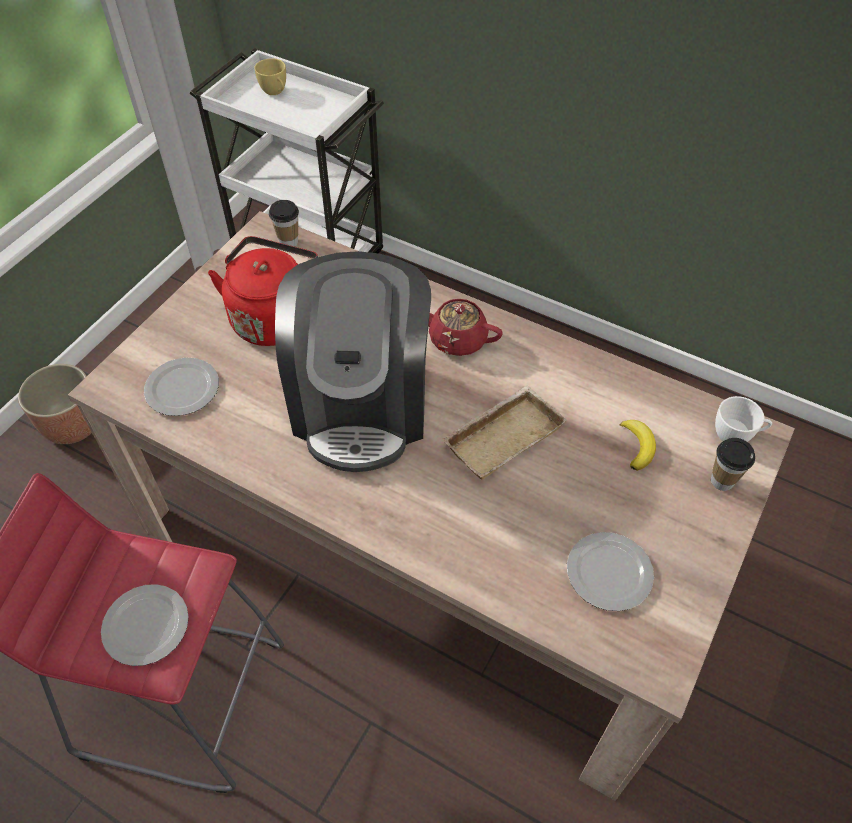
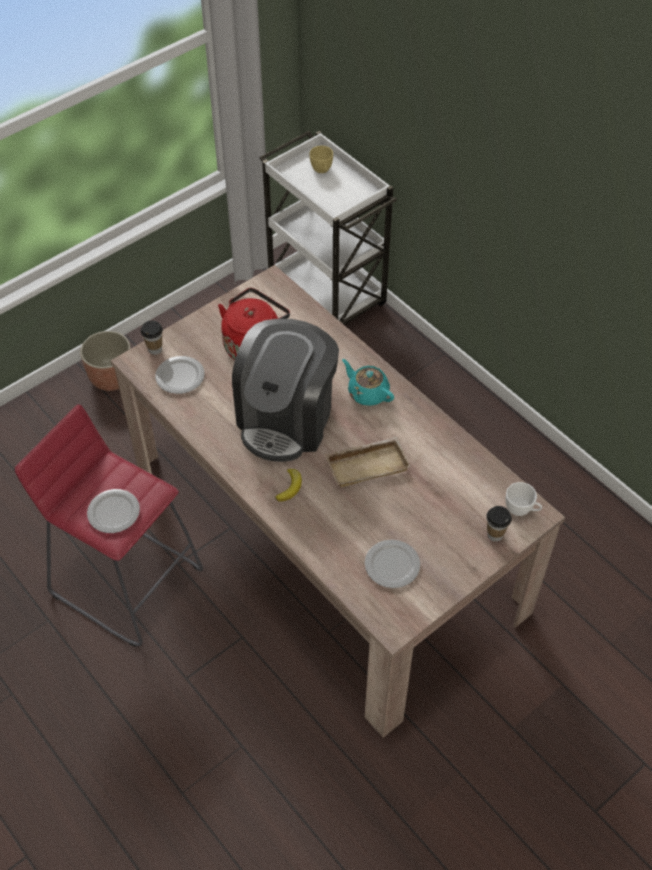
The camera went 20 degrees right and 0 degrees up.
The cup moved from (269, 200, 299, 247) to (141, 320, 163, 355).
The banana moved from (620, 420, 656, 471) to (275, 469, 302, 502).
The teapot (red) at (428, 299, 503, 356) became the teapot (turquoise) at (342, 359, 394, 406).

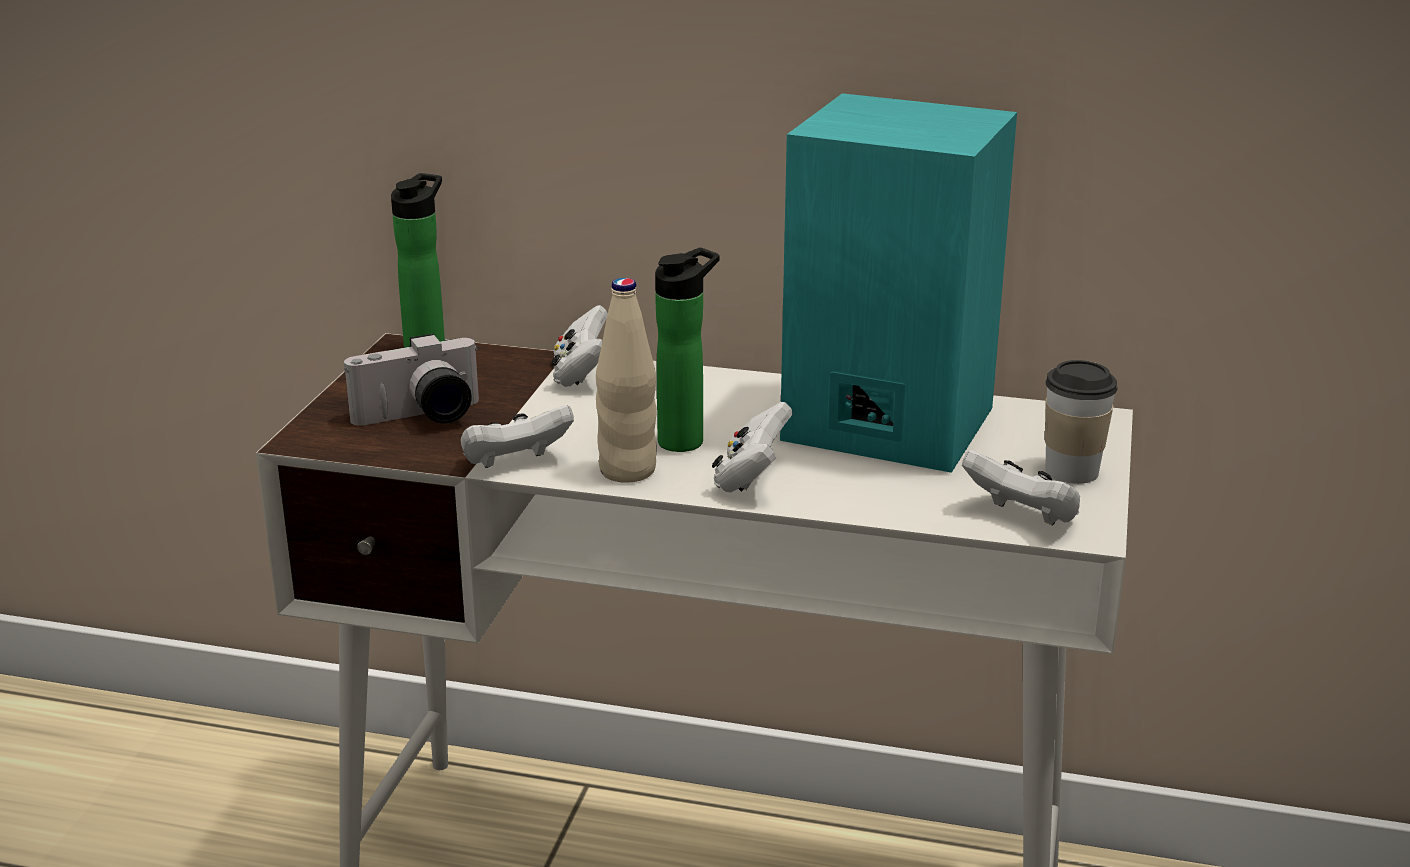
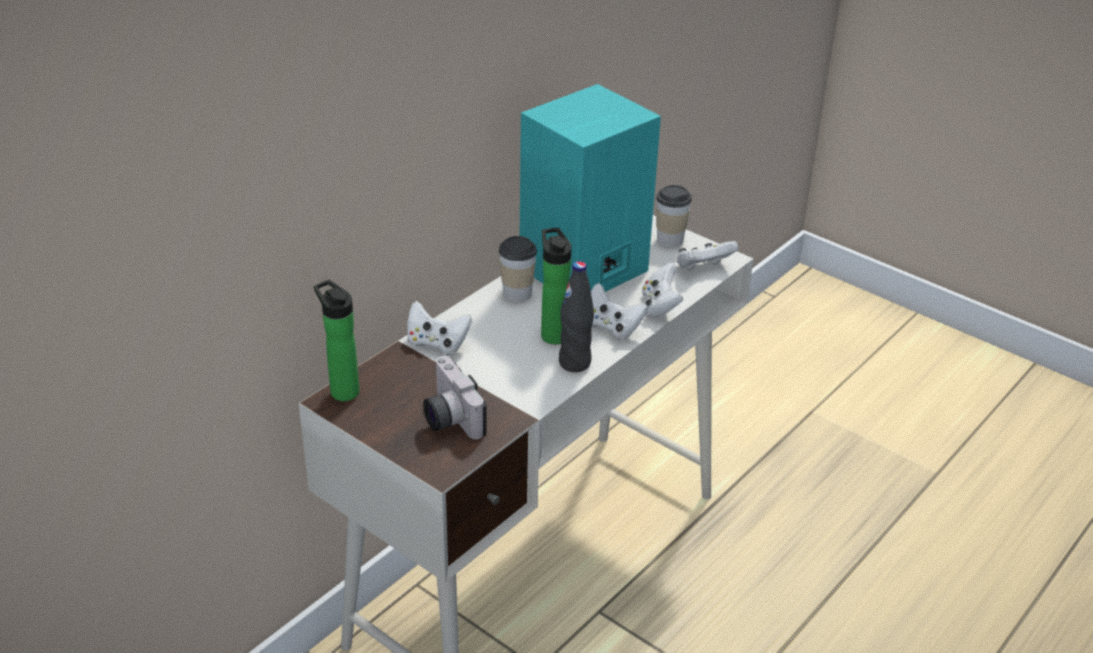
The camera went 65 degrees left and 10 degrees up.
The cup at (499, 236, 537, 302) appeared.
The game controller (white) moved from (461, 405, 574, 468) to (642, 263, 683, 318).
The bottle (beige) at (596, 278, 657, 483) became the bottle (black) at (559, 261, 594, 372).
The photo camera at (344, 334, 479, 426) turned 150 degrees clockwise.

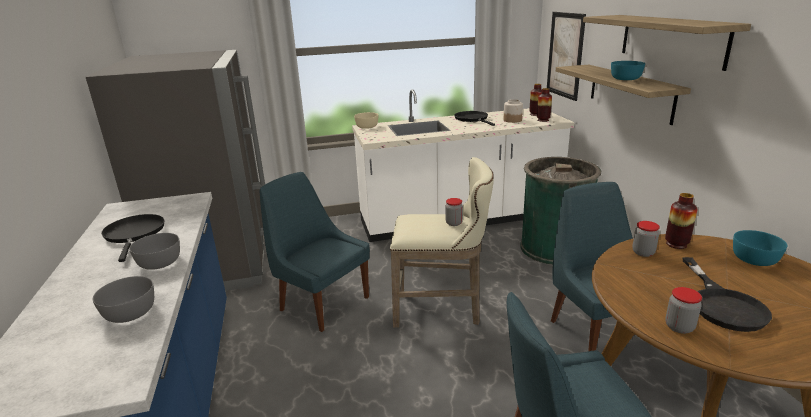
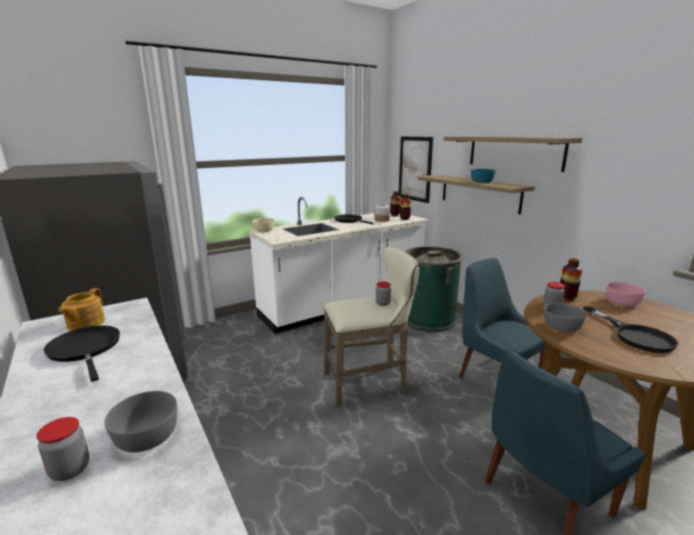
The camera went 20 degrees left and 5 degrees down.
The chair (blue) at (260, 172, 370, 332) disappeared.
The teapot at (58, 288, 105, 331) appeared.
The bowl (grey) moved from (129, 233, 180, 270) to (544, 303, 587, 332).
The jar moved from (665, 287, 702, 334) to (36, 417, 89, 481).
The bowl (turquoise) at (733, 230, 787, 266) became the bowl (pink) at (606, 282, 646, 306).

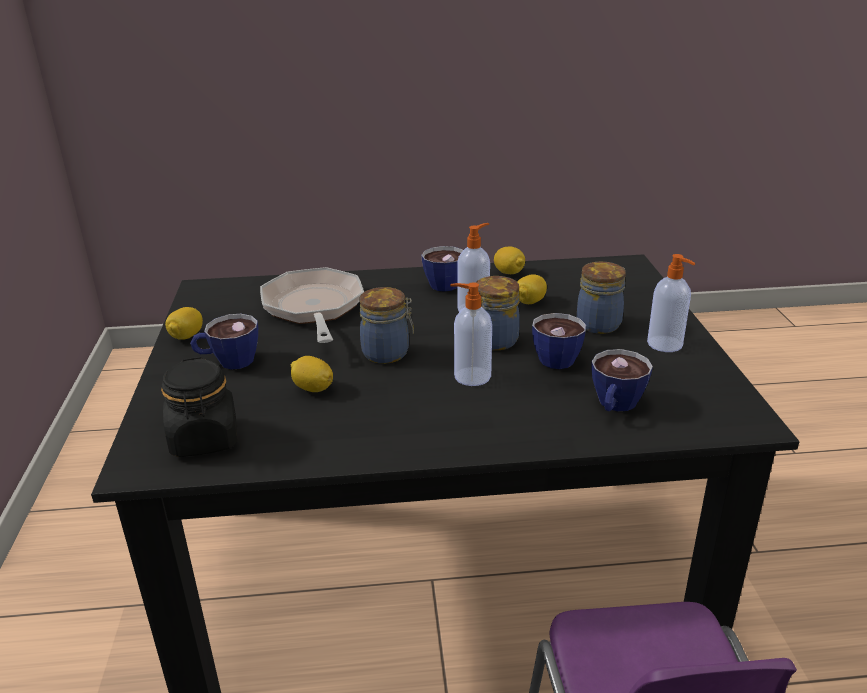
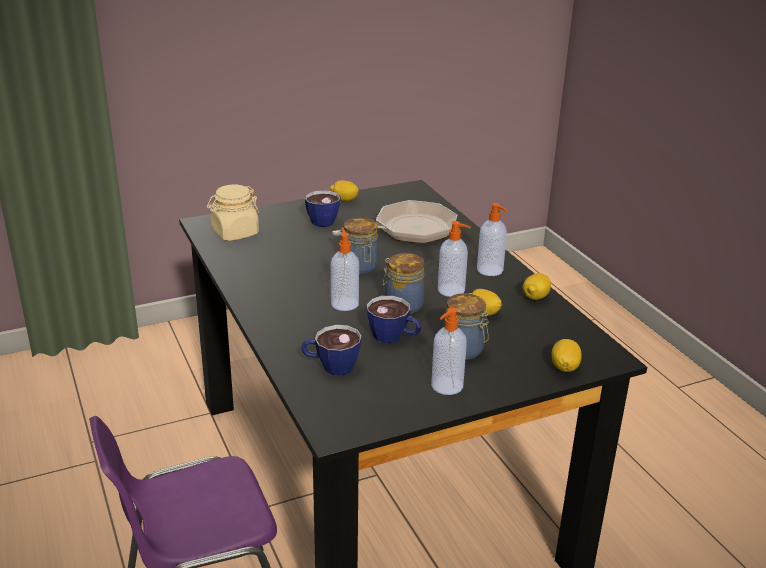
The camera went 70 degrees right and 0 degrees up.
The lemon moved from (291, 356, 333, 392) to (552, 339, 582, 372).
The cup at (421, 246, 463, 292) was replaced by the soap dispenser at (477, 203, 507, 276).
The jar (black) at (161, 357, 238, 457) became the jar (beige) at (207, 185, 259, 241).

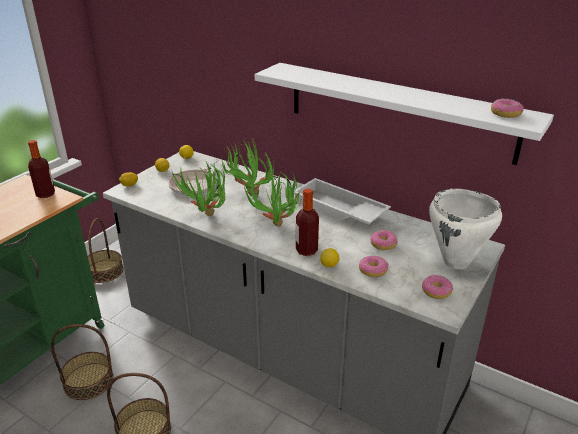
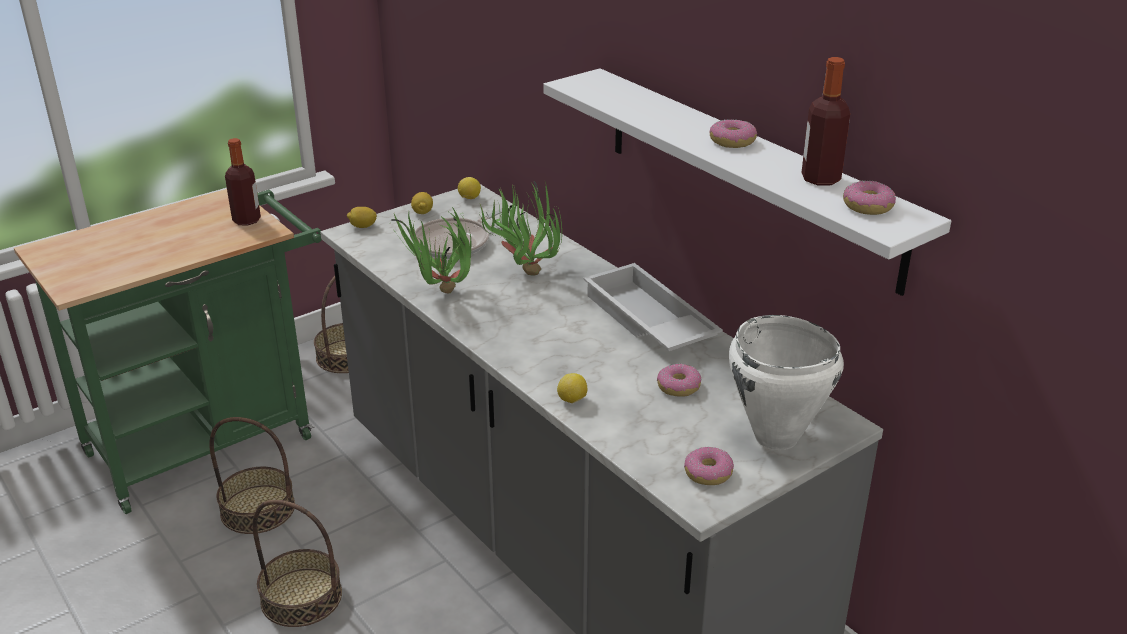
The camera went 20 degrees right and 0 degrees up.
The potted plant at (244, 170, 301, 226) disappeared.
The bottle moved from (296, 189, 319, 256) to (801, 57, 850, 185).
The donut moved from (359, 256, 389, 277) to (709, 119, 757, 148).

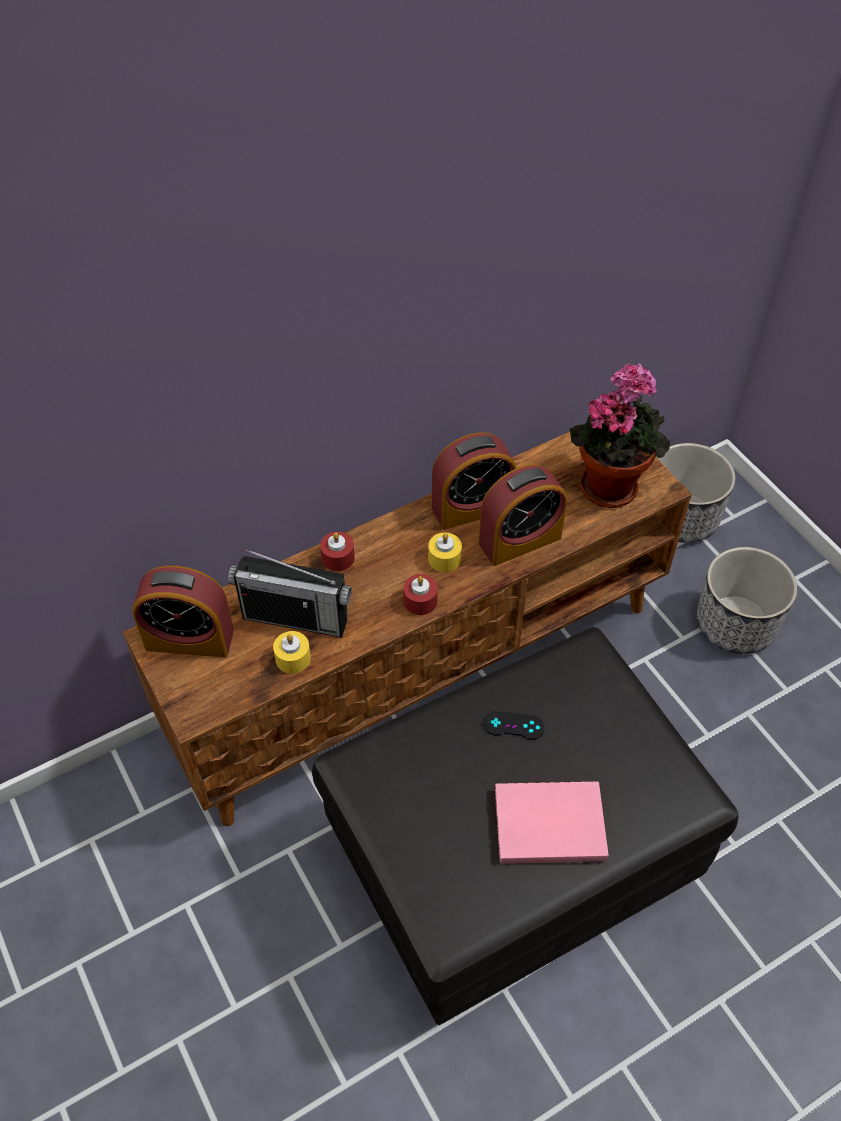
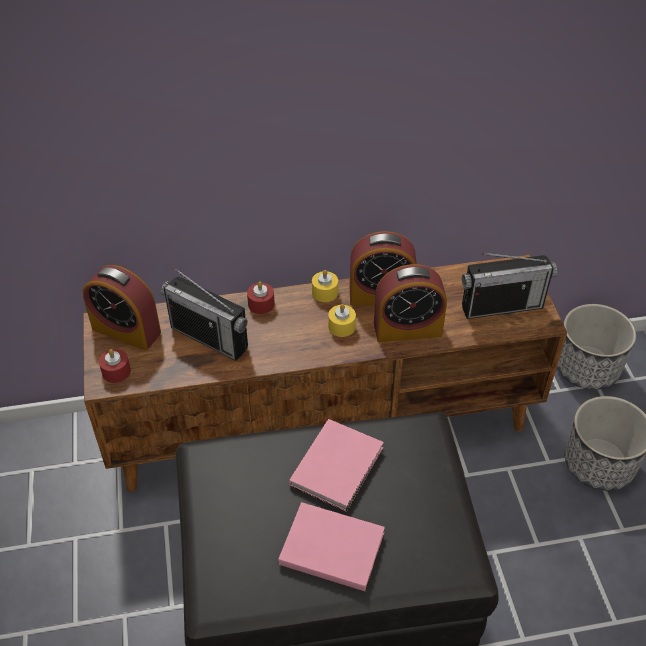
The camera went 20 degrees right and 5 degrees down.
The candle (yellow) moved from (273, 631, 311, 674) to (312, 270, 338, 302).
The candle (red) moved from (403, 574, 438, 615) to (99, 349, 131, 383).
The game controller (black) at (483, 711, 545, 740) was replaced by the book (pink) at (289, 419, 384, 512).
The potted plant at (570, 364, 670, 508) was replaced by the radio at (462, 253, 557, 319).

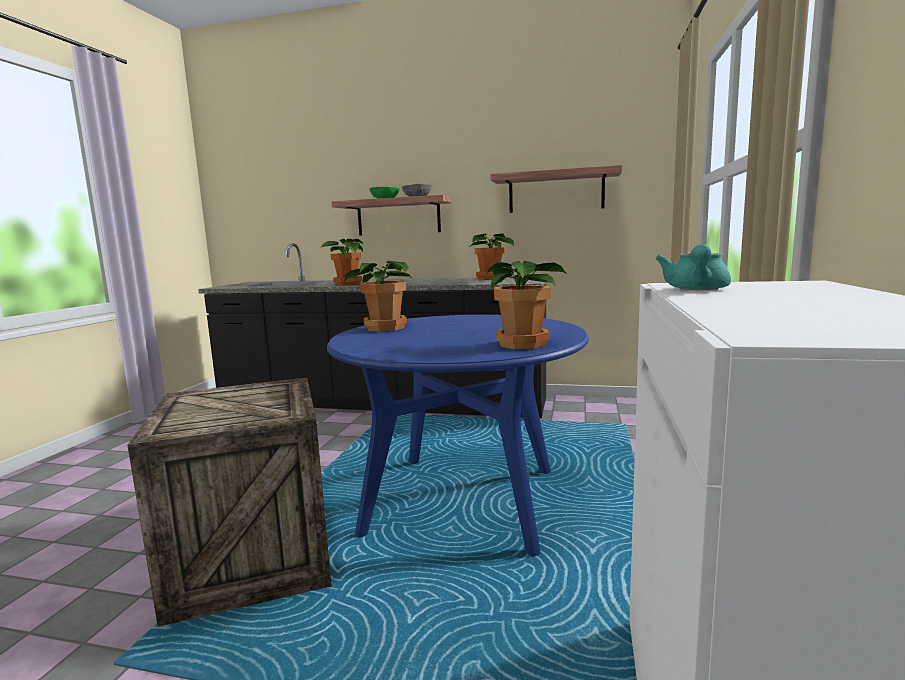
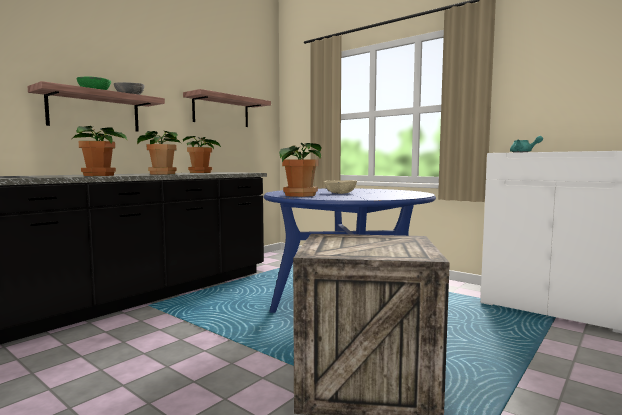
The camera went 65 degrees left and 5 degrees down.
The bowl (beige) at (324, 180, 357, 194) appeared.
The potted plant moved from (487, 261, 567, 349) to (137, 131, 181, 175).

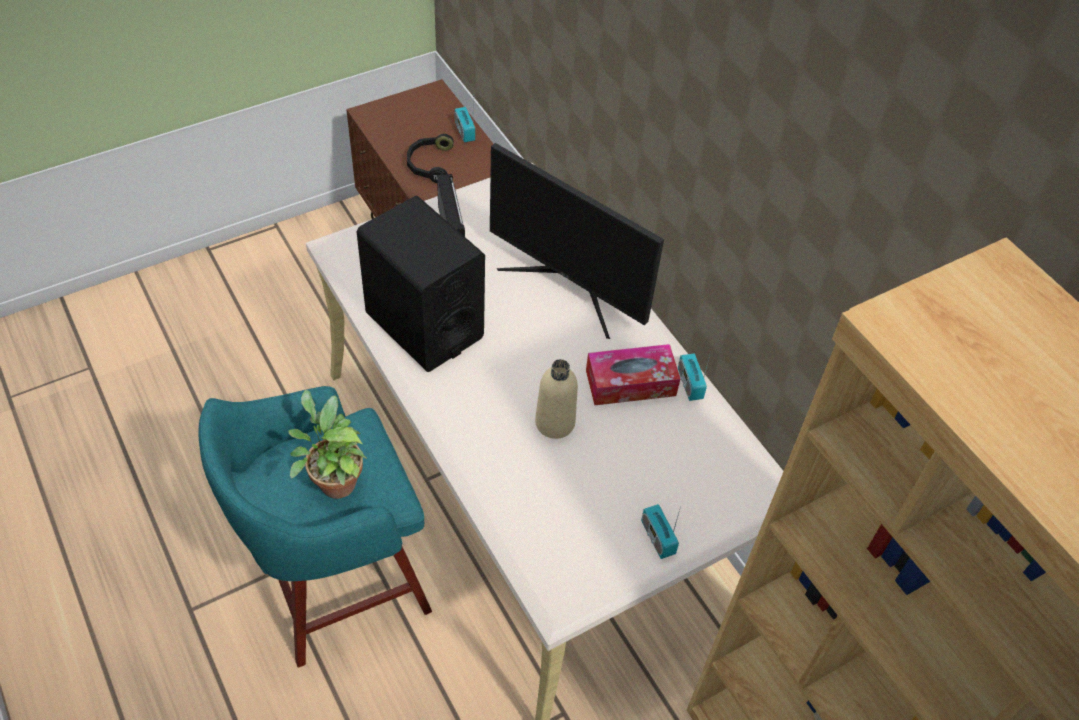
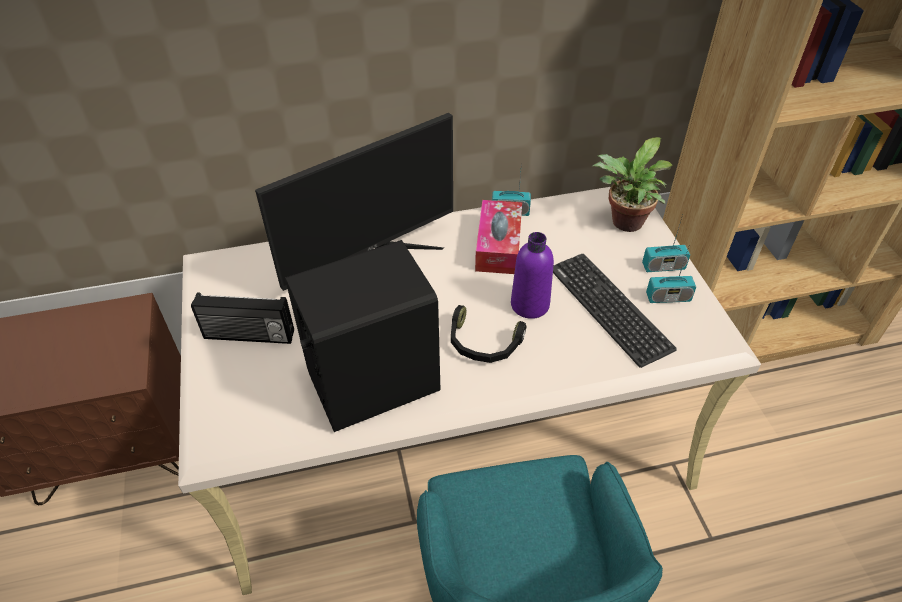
The camera went 70 degrees left and 5 degrees down.
The keyboard at (553, 254, 677, 368) appeared.
The potted plant moved from (288, 390, 367, 499) to (593, 137, 673, 232).
The headphones (black) moved from (407, 134, 454, 183) to (451, 305, 526, 363).
The radio moved from (455, 107, 475, 143) to (646, 247, 696, 303).
The bottle (beige) at (535, 359, 578, 439) became the bottle (purple) at (511, 232, 554, 319).

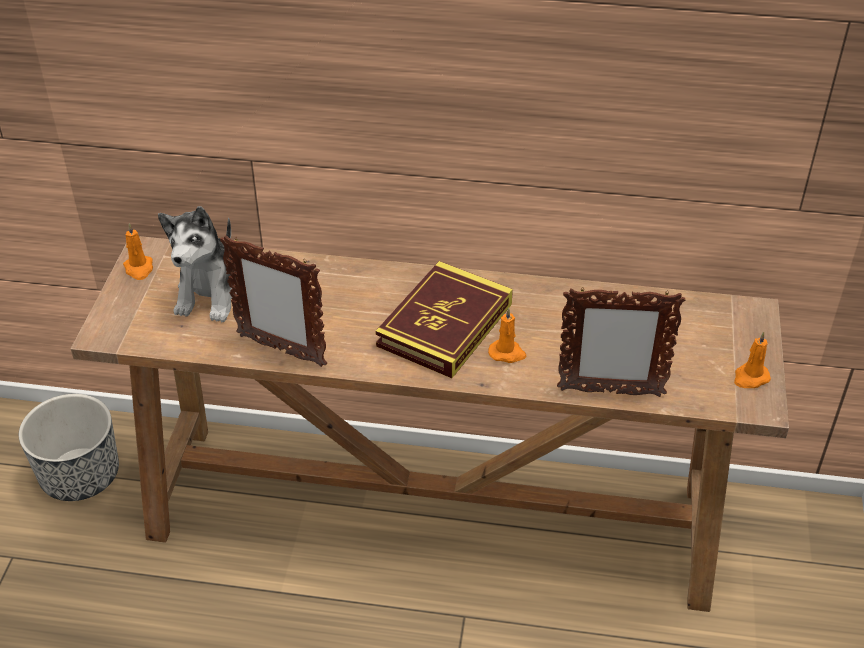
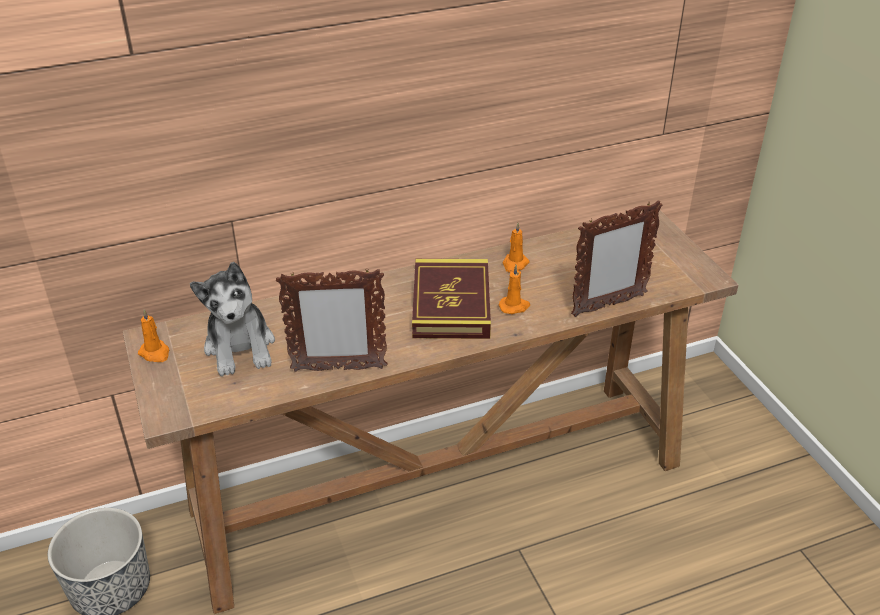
The camera went 30 degrees left and 5 degrees down.
The candle (orange) moved from (734, 332, 771, 388) to (502, 223, 529, 273).

